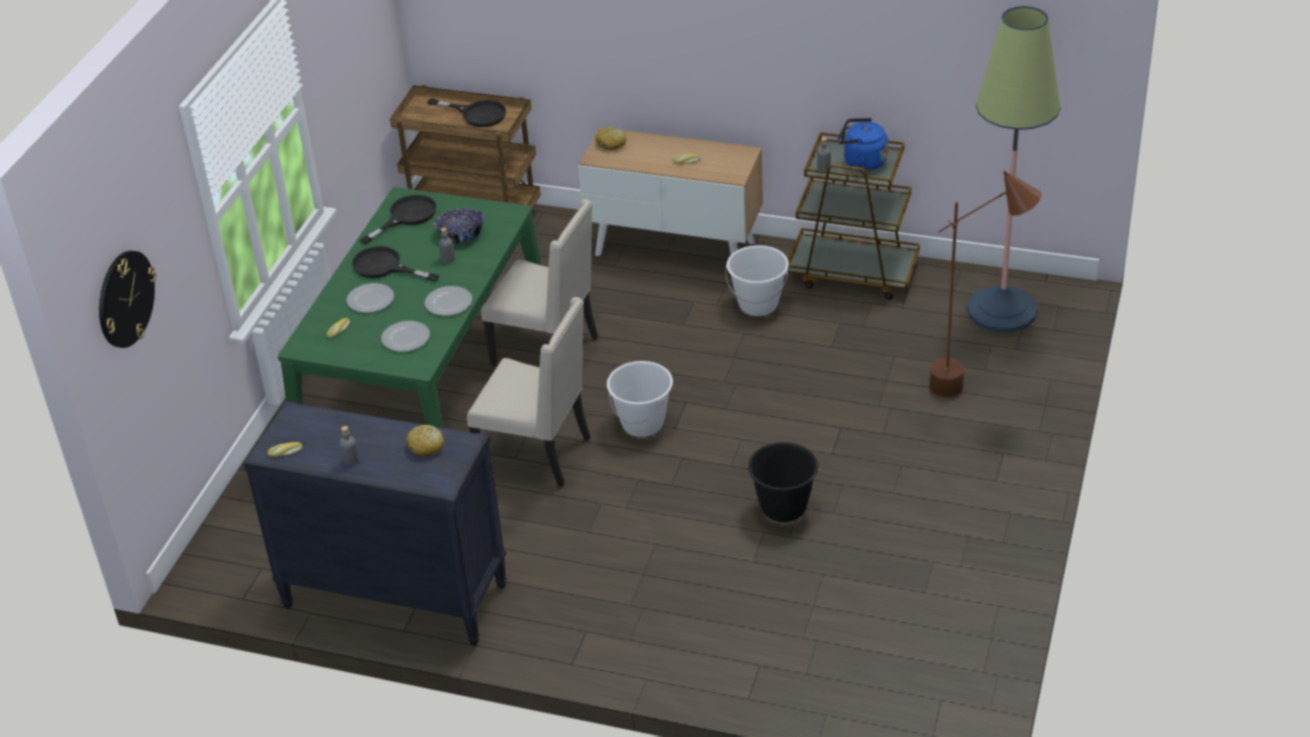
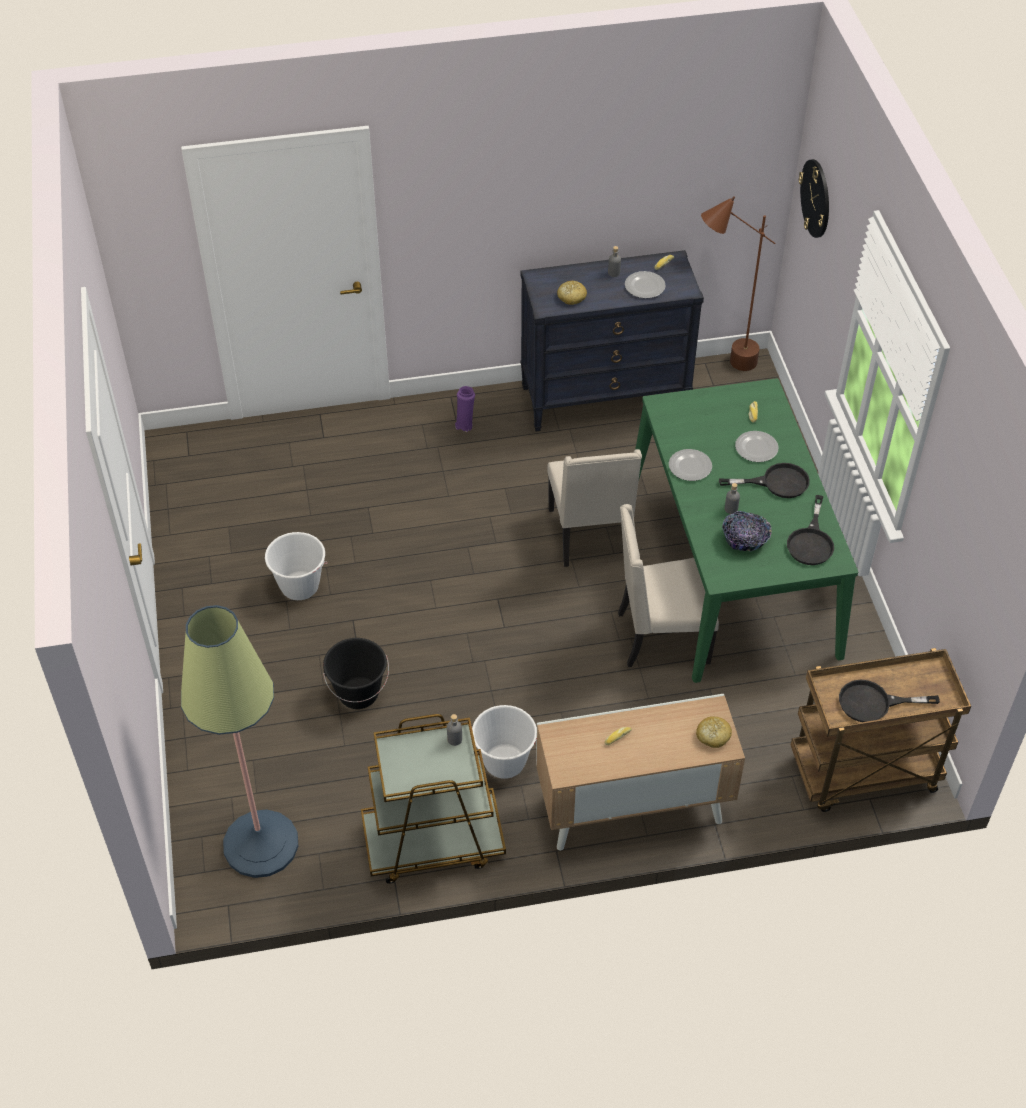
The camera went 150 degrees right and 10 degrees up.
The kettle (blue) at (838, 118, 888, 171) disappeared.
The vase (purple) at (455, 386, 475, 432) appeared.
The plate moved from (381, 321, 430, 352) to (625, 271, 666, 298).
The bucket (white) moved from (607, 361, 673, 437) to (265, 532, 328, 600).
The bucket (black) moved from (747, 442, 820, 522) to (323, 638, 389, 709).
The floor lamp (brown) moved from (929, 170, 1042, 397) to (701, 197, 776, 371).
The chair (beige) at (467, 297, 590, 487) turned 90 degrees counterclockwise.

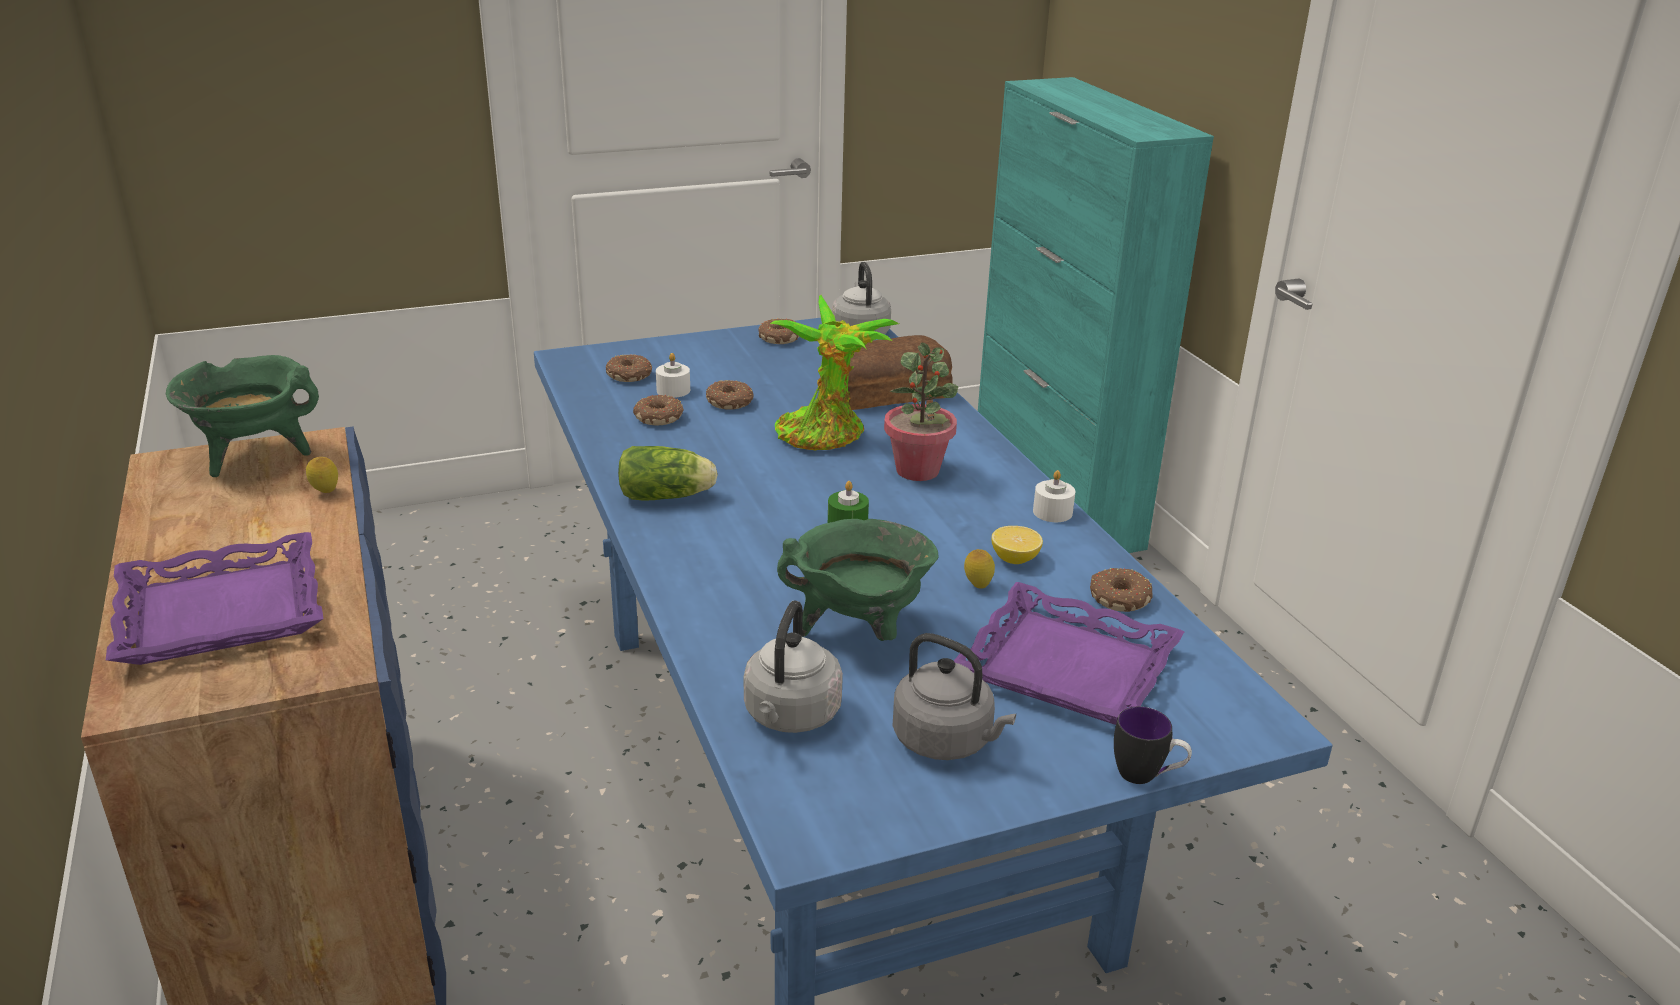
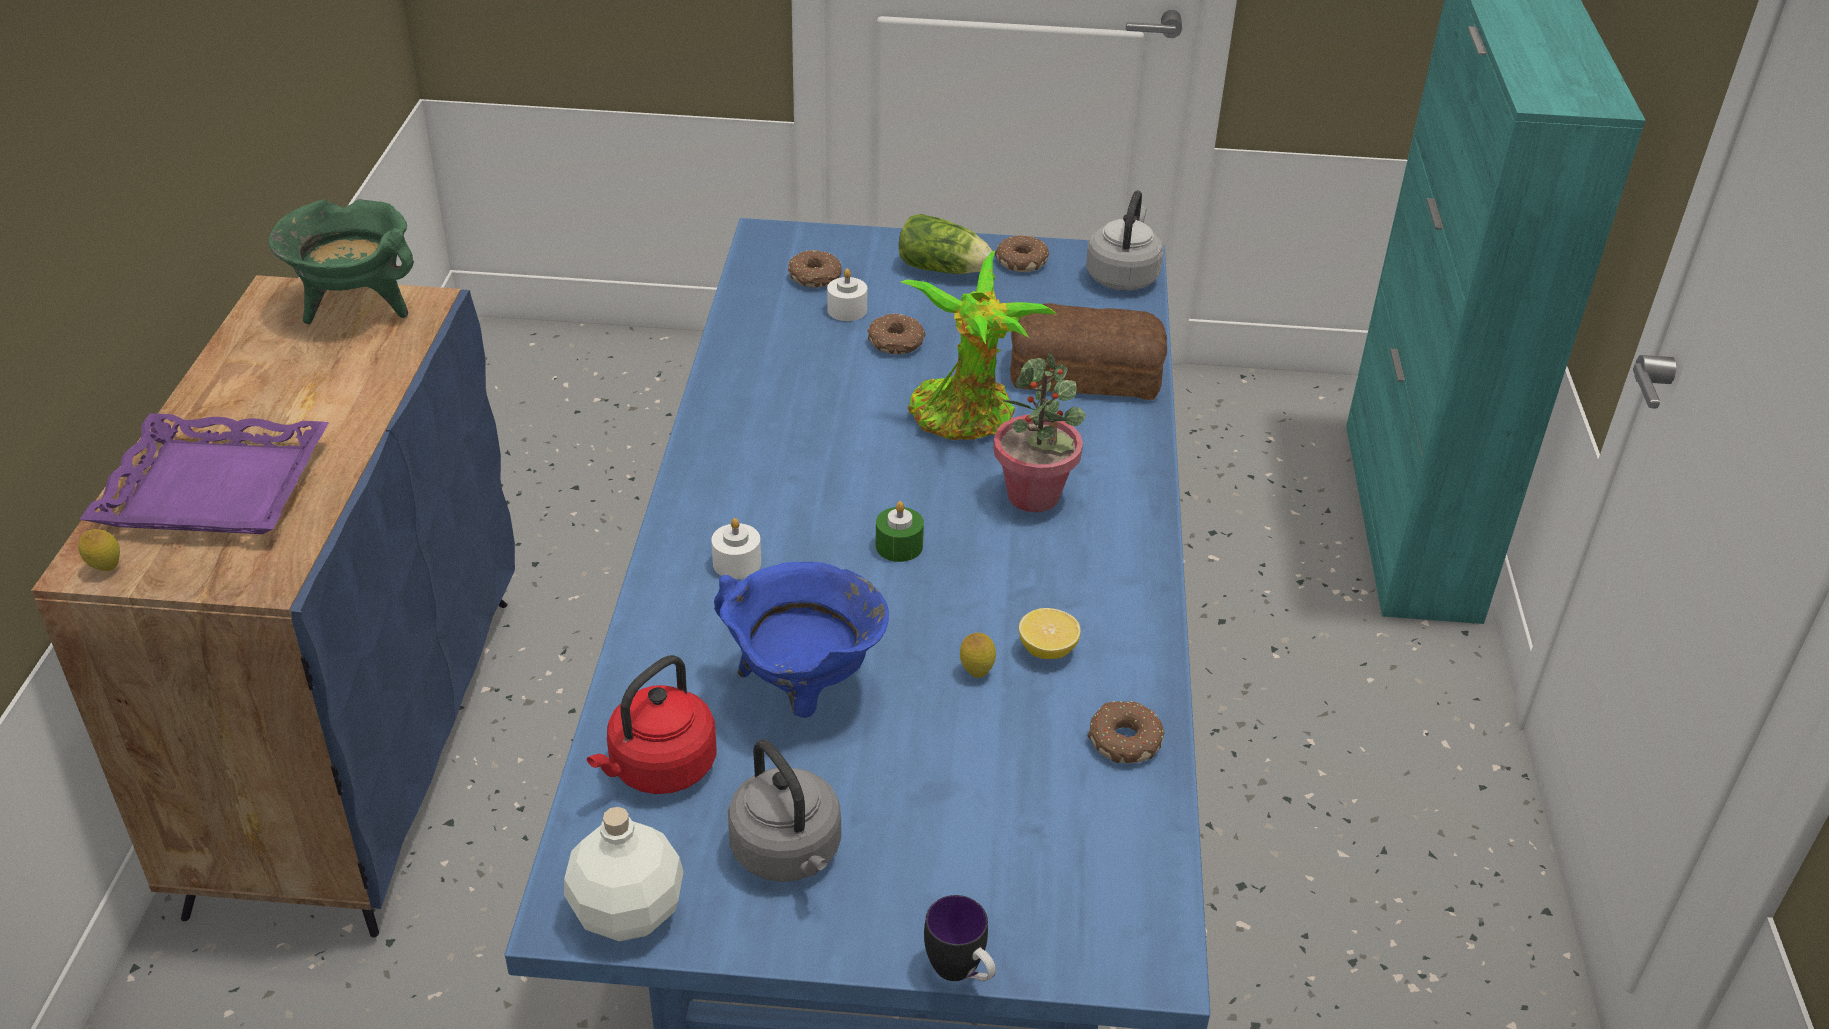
The camera went 25 degrees right and 10 degrees up.
The donut at (633, 395, 684, 425) disappeared.
The tray (purple) at (954, 582, 1184, 725) disappeared.
The bottle (white) at (564, 807, 684, 942) appeared.
The lemon moved from (306, 457, 338, 493) to (78, 529, 120, 571).
The lettuce moved from (618, 446, 718, 500) to (899, 214, 992, 274).
The candle (white) moved from (1033, 470, 1075, 522) to (711, 518, 761, 579).
The kettle (grey) at (743, 601, 843, 733) became the kettle (red) at (587, 655, 717, 794).
The cooking pot (green) at (777, 519, 939, 641) became the cooking pot (blue) at (714, 562, 889, 718).

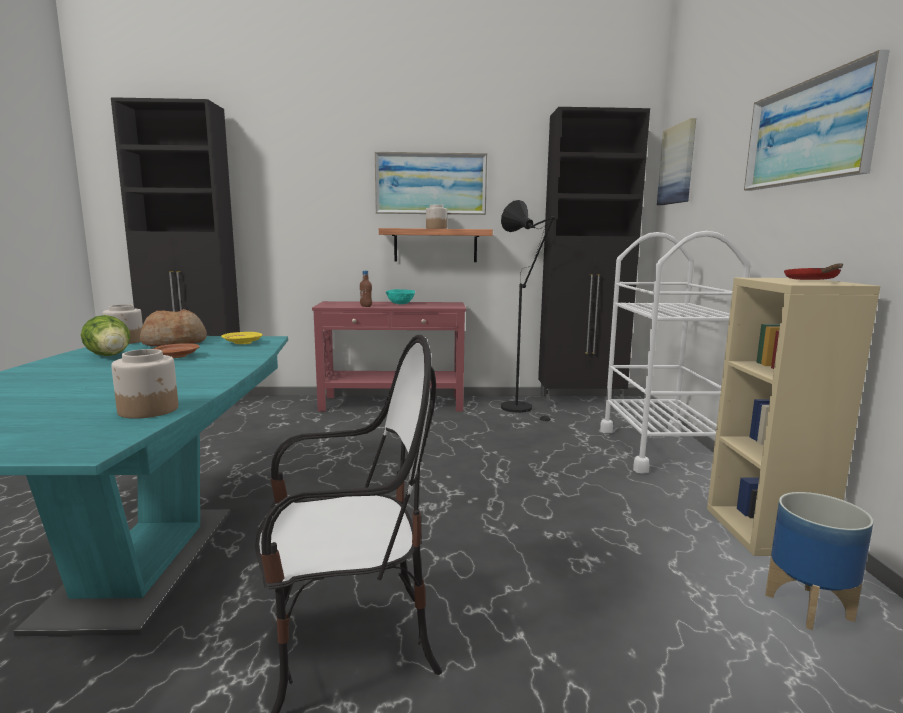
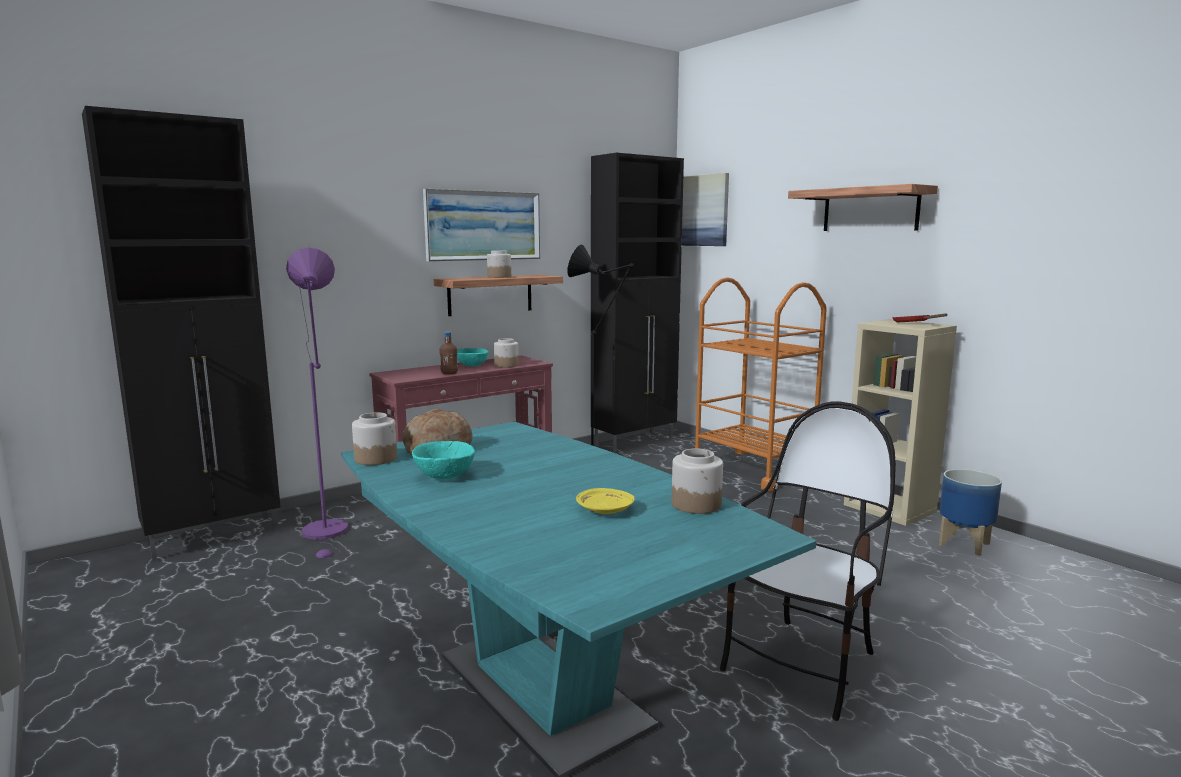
The camera went 35 degrees left and 0 degrees up.
The plate (brown) at (153, 343, 200, 358) disappeared.
The floor lamp (purple) at (286, 248, 348, 559) appeared.
The jar at (494, 338, 519, 368) appeared.
The plate (yellow) moved from (221, 332, 262, 344) to (576, 488, 635, 514).
The lettuce at (81, 315, 130, 356) was replaced by the bowl (turquoise) at (412, 441, 475, 479).
The picture at (744, 49, 889, 191) was replaced by the shelf at (788, 184, 938, 231).
The cart (white) at (600, 231, 751, 474) became the cart (orange) at (695, 277, 827, 492).

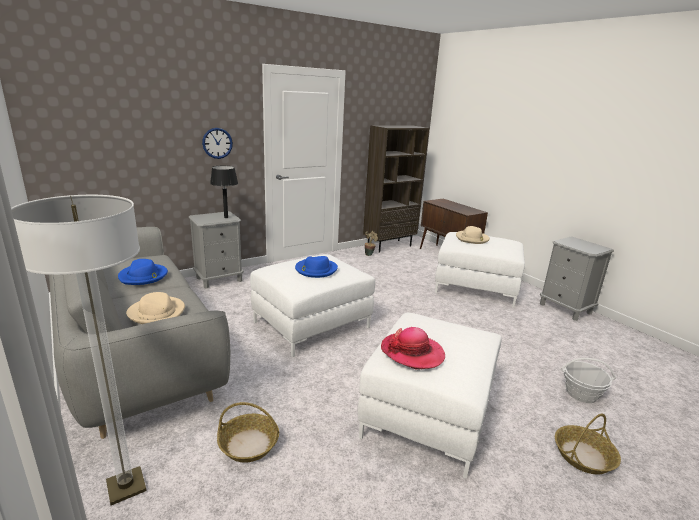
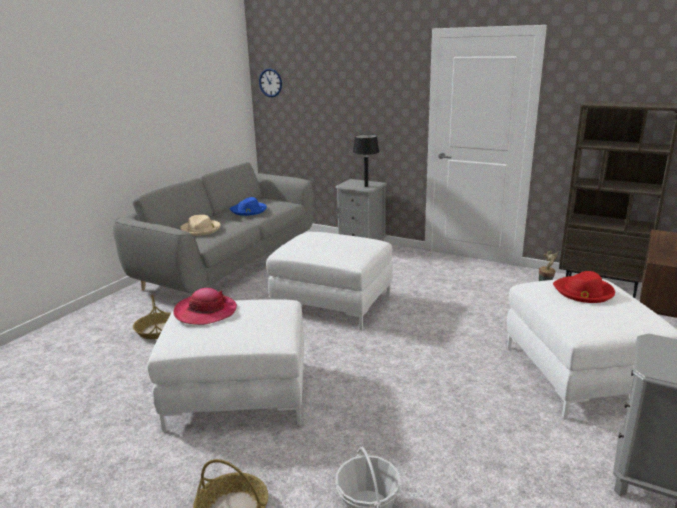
The camera went 65 degrees right and 0 degrees up.
The floor lamp at (11, 195, 147, 505) disappeared.
The hat (blue) at (295, 256, 338, 278) disappeared.
The wall clock moved from (202, 128, 233, 159) to (259, 68, 282, 97).
The hat (beige) at (456, 226, 490, 244) became the hat (red) at (553, 271, 615, 303).

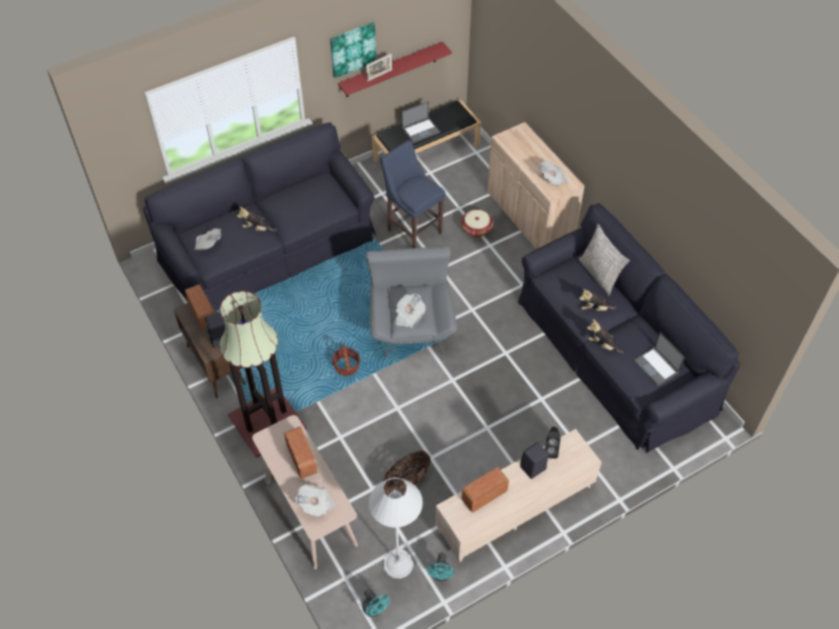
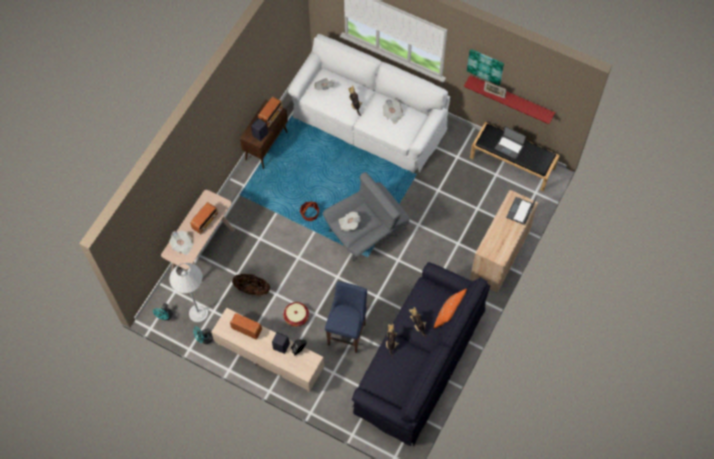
The camera went 60 degrees right and 10 degrees up.
The floor lamp at (219, 291, 307, 458) disappeared.
The stool (blue) moved from (381, 140, 446, 248) to (325, 281, 367, 353).
The basket moved from (461, 209, 493, 237) to (283, 302, 309, 327).
The newspaper moved from (539, 161, 568, 185) to (382, 99, 404, 124).
The laptop moved from (633, 332, 685, 386) to (506, 197, 536, 225).
The sofa (black) at (143, 122, 375, 311) became the sofa (white) at (288, 34, 450, 174).
The pillow (grey) at (578, 224, 630, 296) became the pillow (orange) at (434, 289, 467, 329).

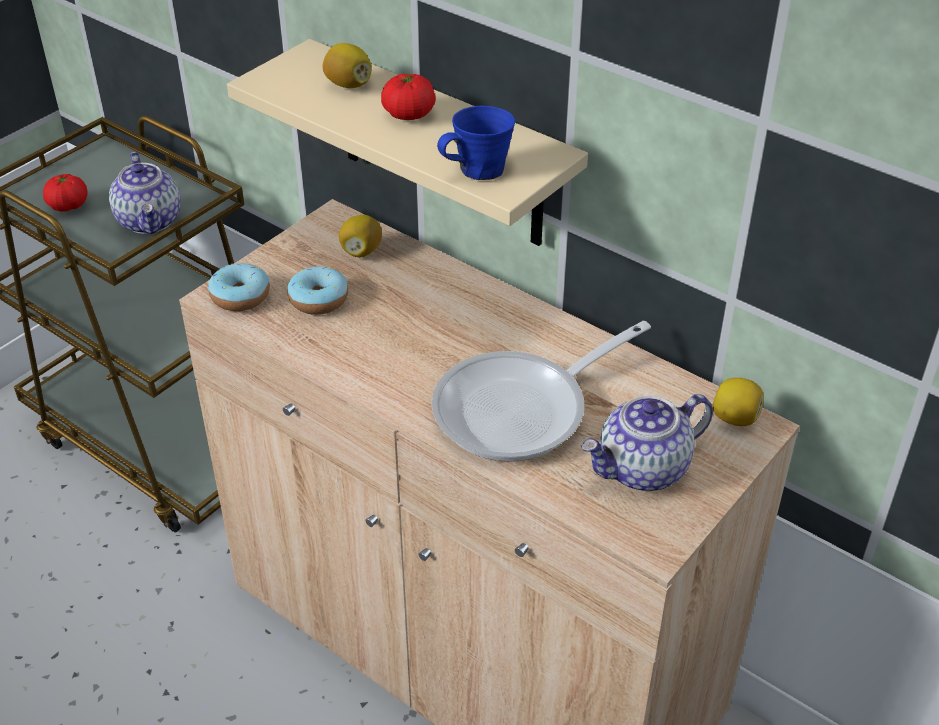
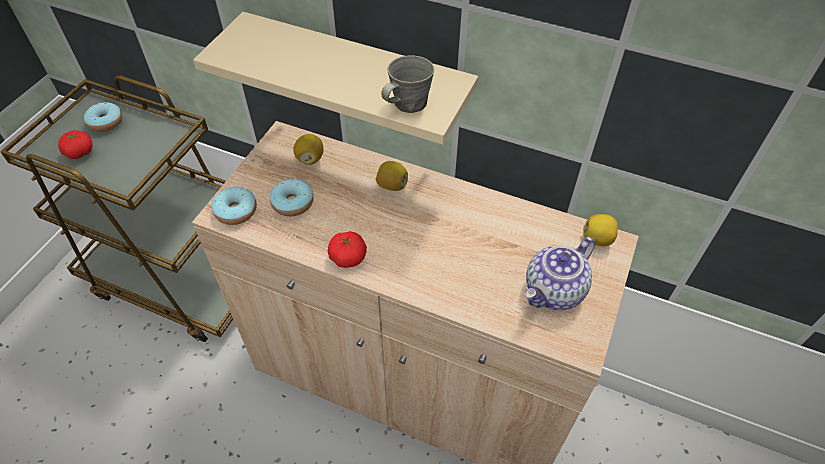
The camera went 15 degrees left and 10 degrees up.
The teapot at (109, 152, 181, 234) disappeared.
The frying pan at (432, 321, 651, 461) disappeared.
The donut at (84, 102, 122, 132) appeared.
The lemon moved from (322, 43, 372, 88) to (376, 161, 408, 191).
The tomato moved from (381, 74, 436, 120) to (328, 231, 367, 268).
The mug (blue) at (437, 106, 515, 180) became the mug (grey) at (381, 55, 434, 113).

